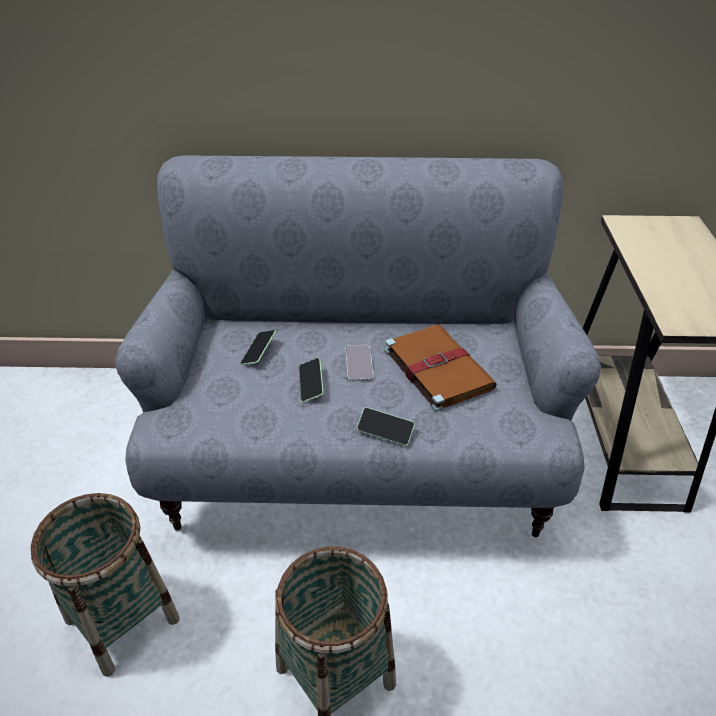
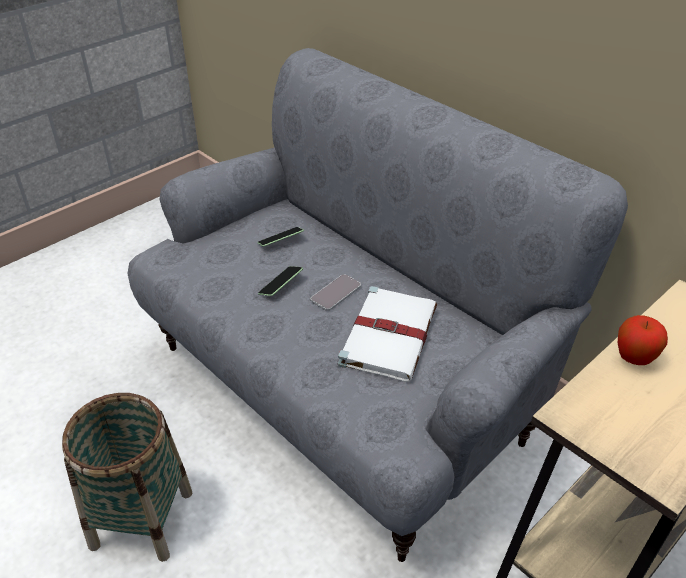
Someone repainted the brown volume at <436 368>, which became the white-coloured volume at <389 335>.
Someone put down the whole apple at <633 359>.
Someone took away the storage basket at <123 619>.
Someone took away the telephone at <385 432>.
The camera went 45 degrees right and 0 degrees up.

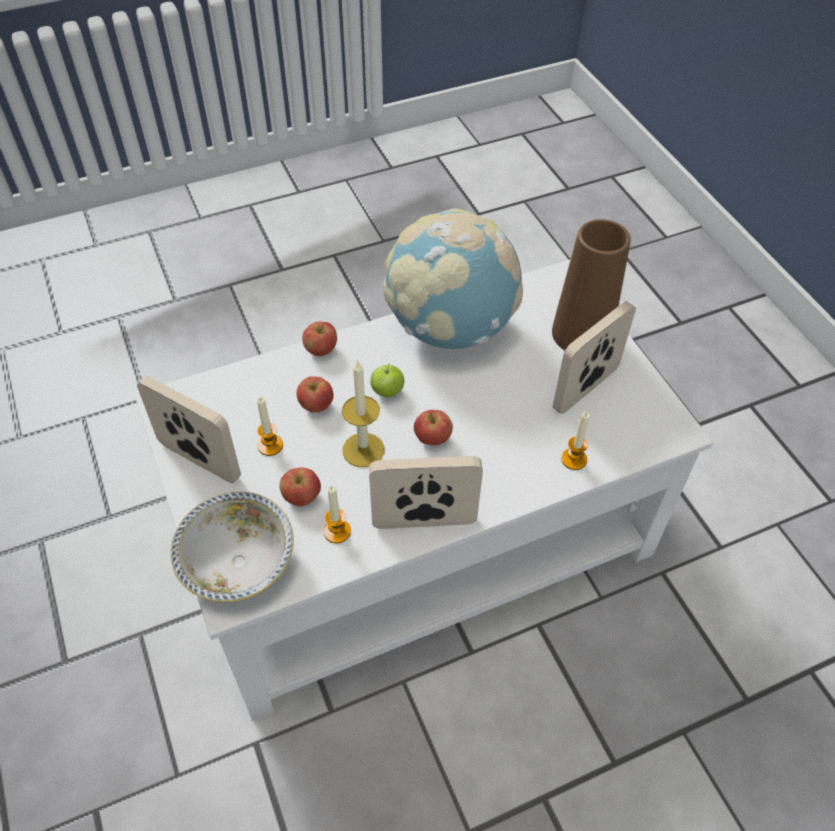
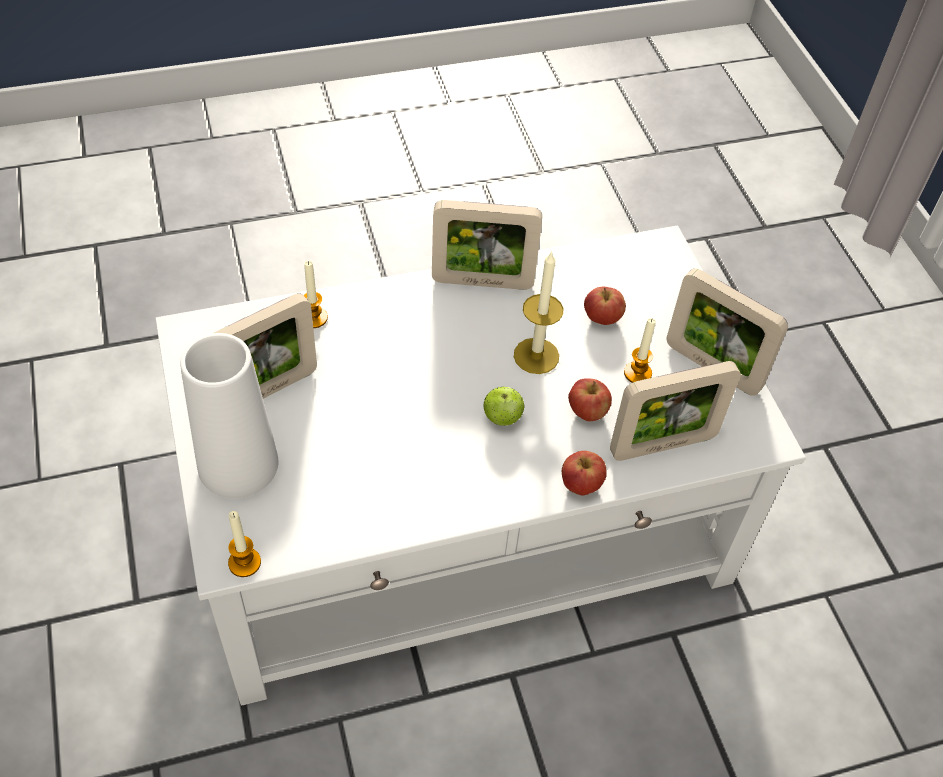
Someone repainted the brown flower vase at <581 333>, which became the white-coloured flower vase at <238 464>.
Someone carried the wax light from <337 531> to <244 563>.
Someone put down the photo frame at <662 445>.
Someone took away the deep dish at <238 563>.
Someone took away the globe at <450 327>.
Someone took away the whole apple at <433 438>.
The camera went 175 degrees left and 0 degrees up.

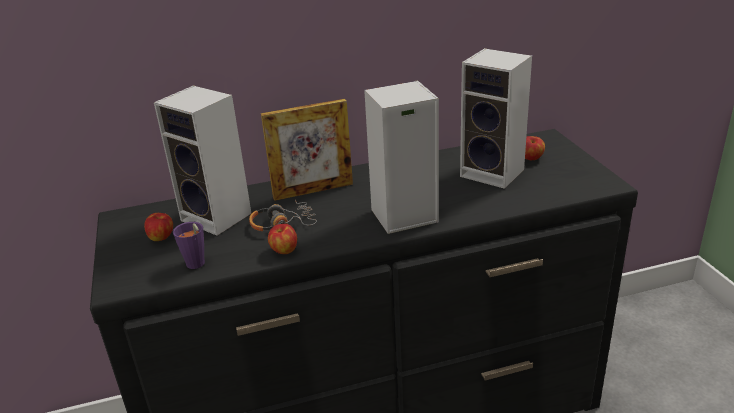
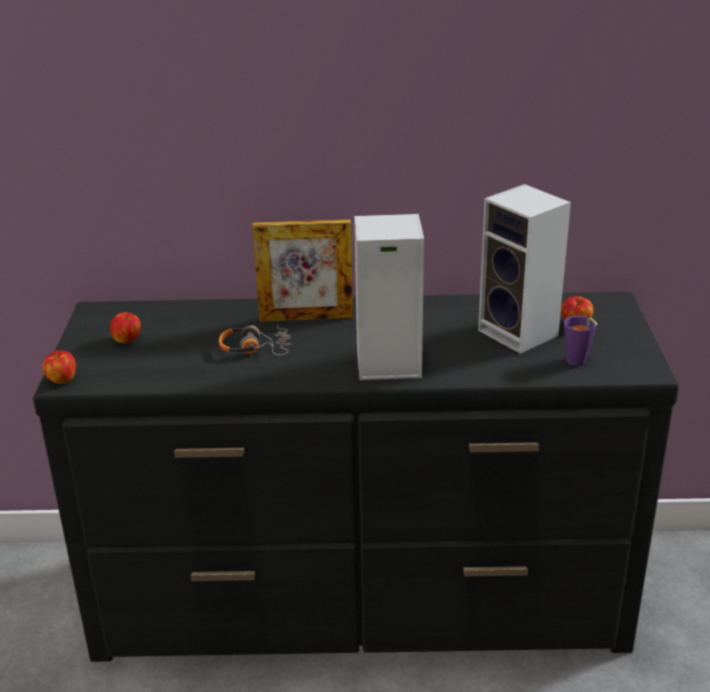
Someone carried the whole apple from <284 251> to <61 380>.
Someone carried the purple-coloured small cup from <196 265> to <577 363>.
Someone took away the loudspeaker at <219 217>.
The camera went 15 degrees right and 0 degrees up.

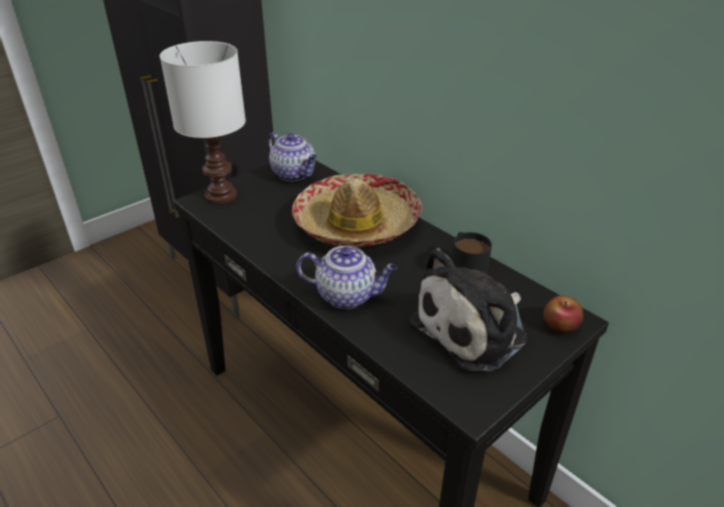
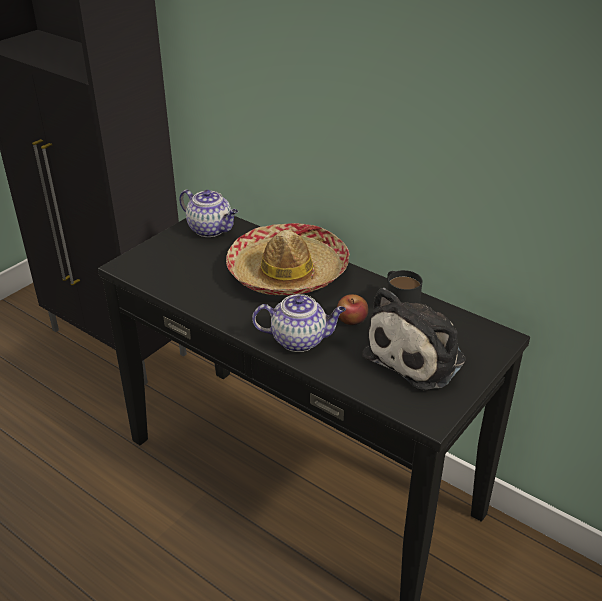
Someone carried the whole apple from <560 325> to <352 319>.
Someone took away the white-coloured tabletop lamp at <220 196>.
The camera went 10 degrees left and 0 degrees up.

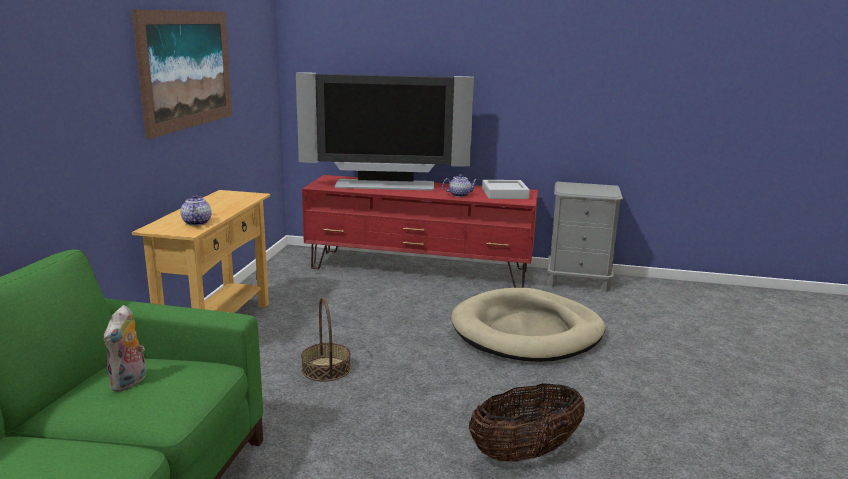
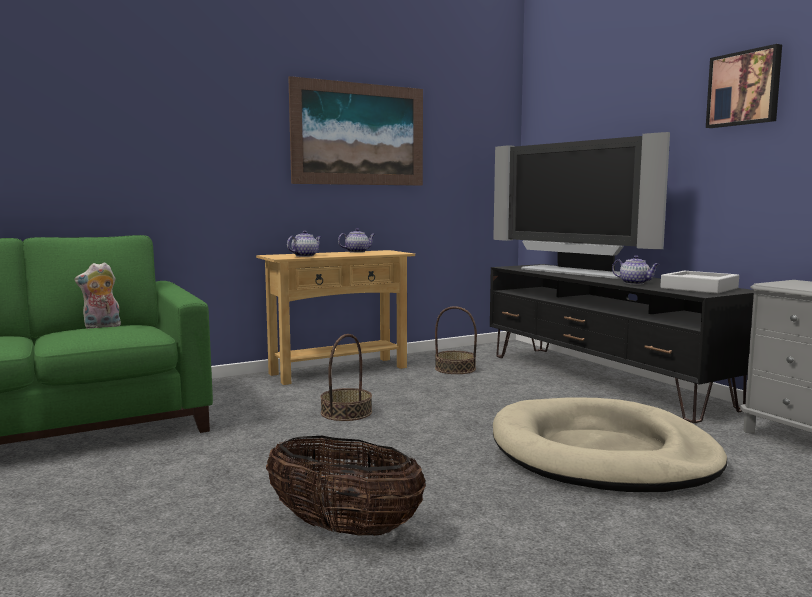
Someone put down the teapot at <357 252>.
Someone put down the storage basket at <455 369>.
Someone repainted the red-coloured tv stand at <420 269>, which became the black tv stand at <603 380>.
Someone put up the picture at <744 88>.
The camera went 50 degrees right and 10 degrees down.

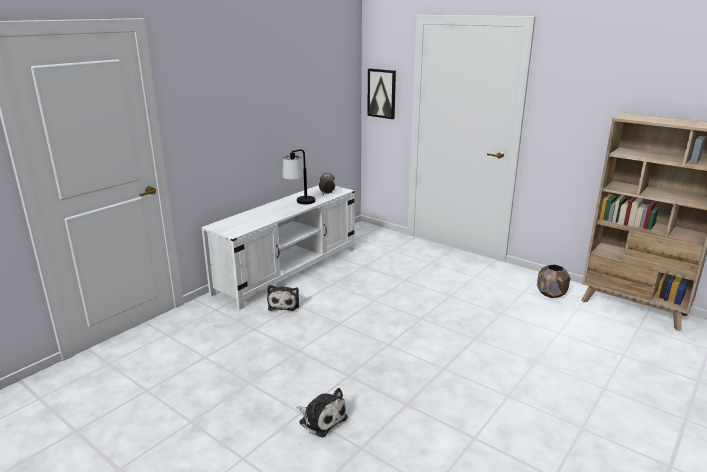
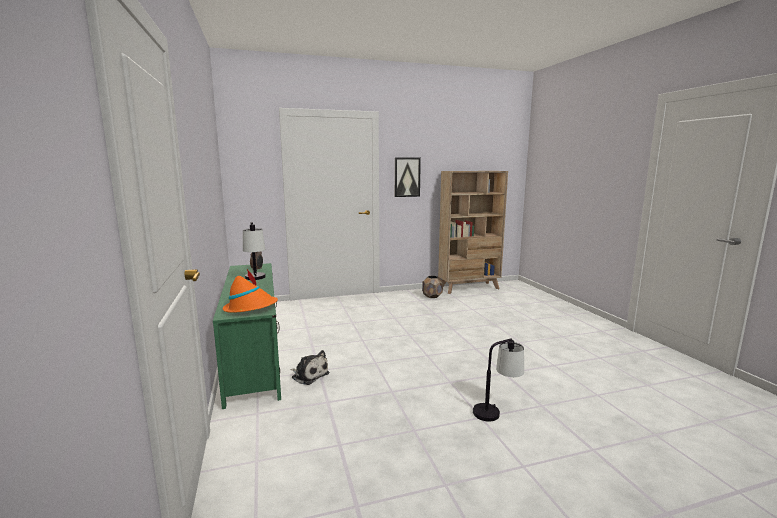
Someone repainted the white-coloured tv stand at <288 270>, which became the green tv stand at <254 356>.
Someone put down the orange-coloured clothing hat at <251 308>.
Someone carried the picture from <382 93> to <407 177>.
Someone swapped the cuddly toy at <321 419> for the tabletop lamp at <496 410>.
The camera went 55 degrees left and 10 degrees down.

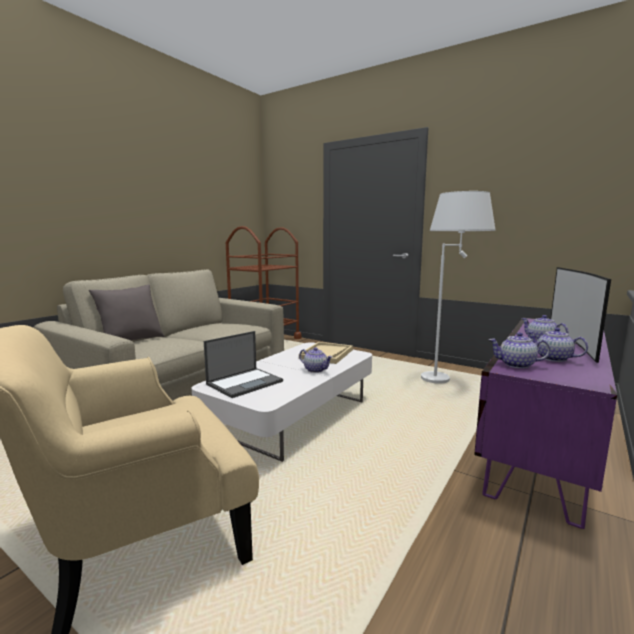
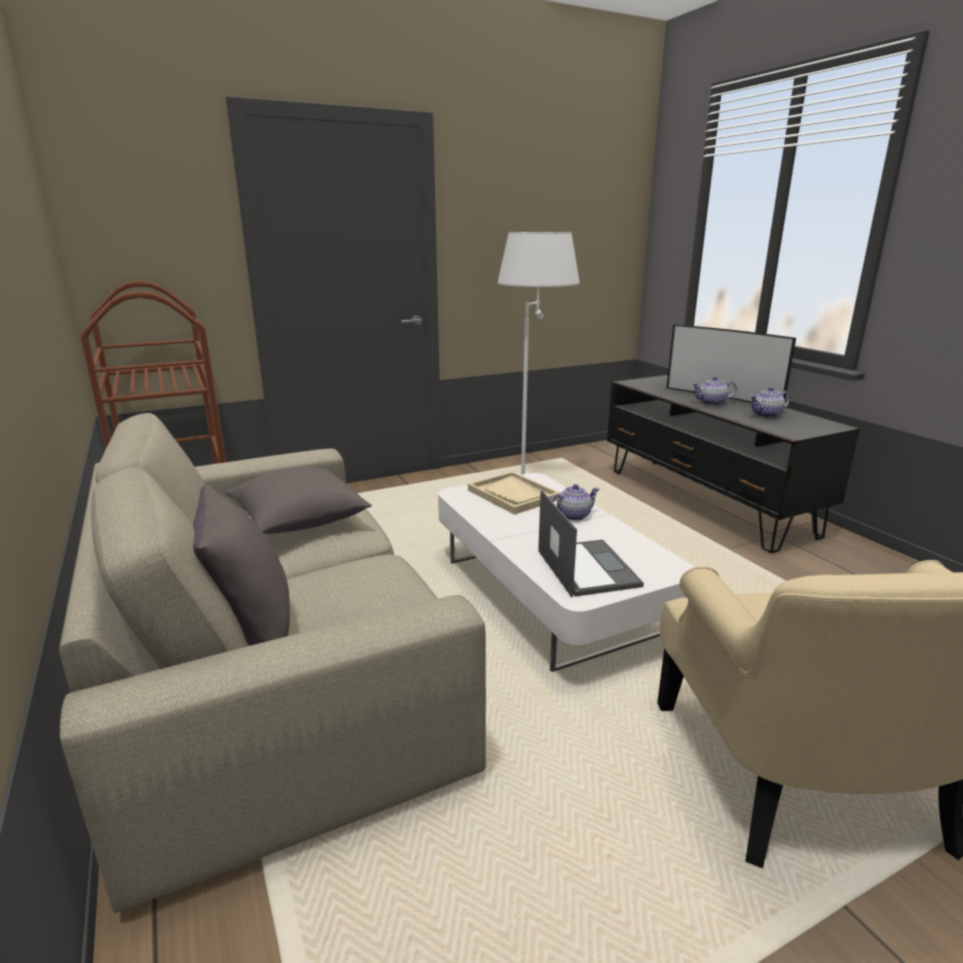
Someone put down the gray throw pillow at <299 521>.
Someone repainted the purple-coloured tv stand at <541 446>, which became the black tv stand at <705 501>.
Someone took away the teapot at <516 365>.
The camera went 60 degrees left and 10 degrees up.

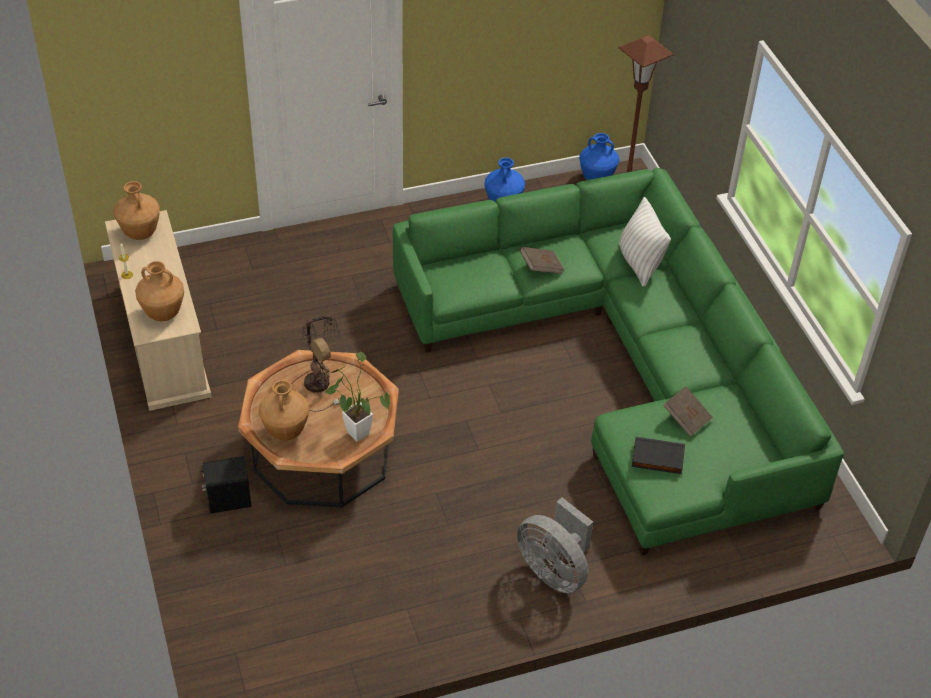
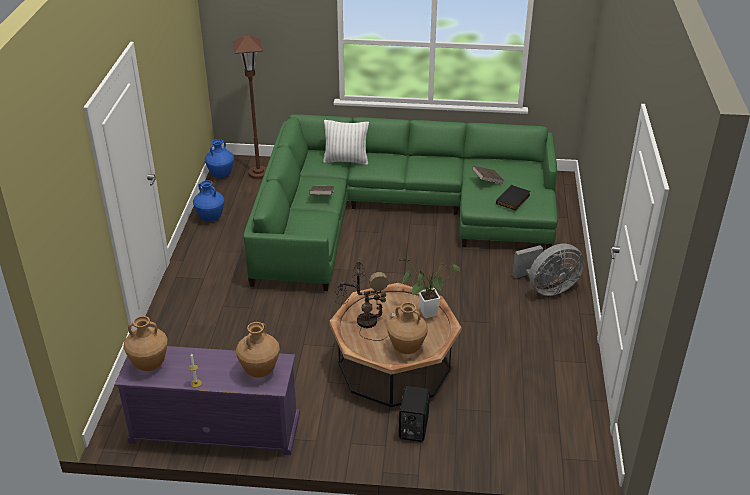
Someone repainted the beige-coloured tv stand at <162 339>, which became the purple-coloured tv stand at <214 429>.
The camera went 65 degrees left and 10 degrees down.

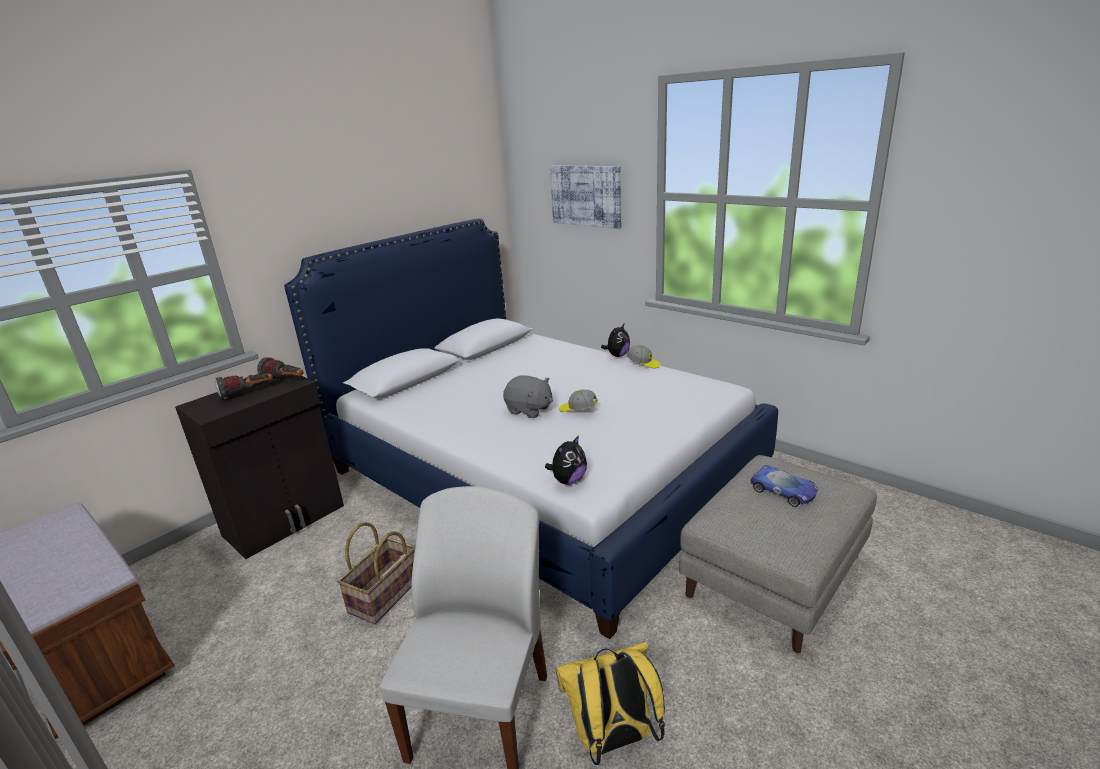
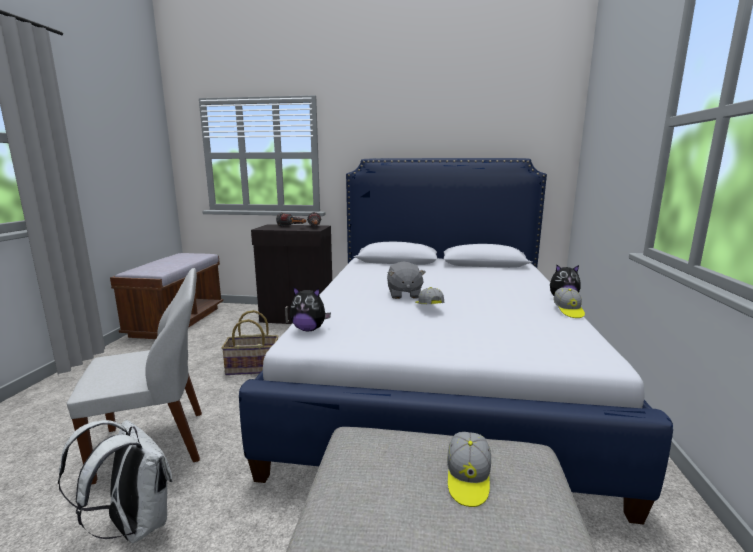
Someone repainted the yellow-coloured knapsack at <612 740>, which became the white-coloured knapsack at <134 525>.
Someone swapped the miniature car at <784 491> for the cap at <468 479>.
Someone took away the picture at <586 195>.
The camera went 55 degrees right and 10 degrees down.

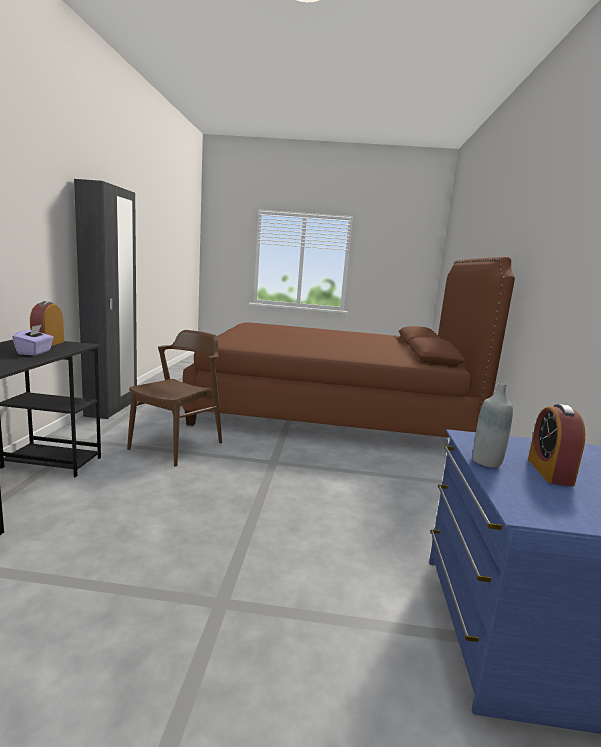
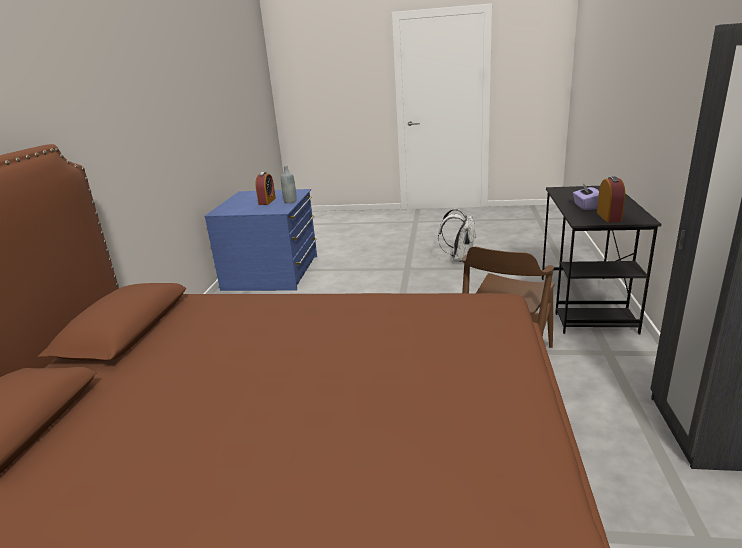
Someone put down the white-coloured knapsack at <460 259>.
The camera went 175 degrees left and 10 degrees up.

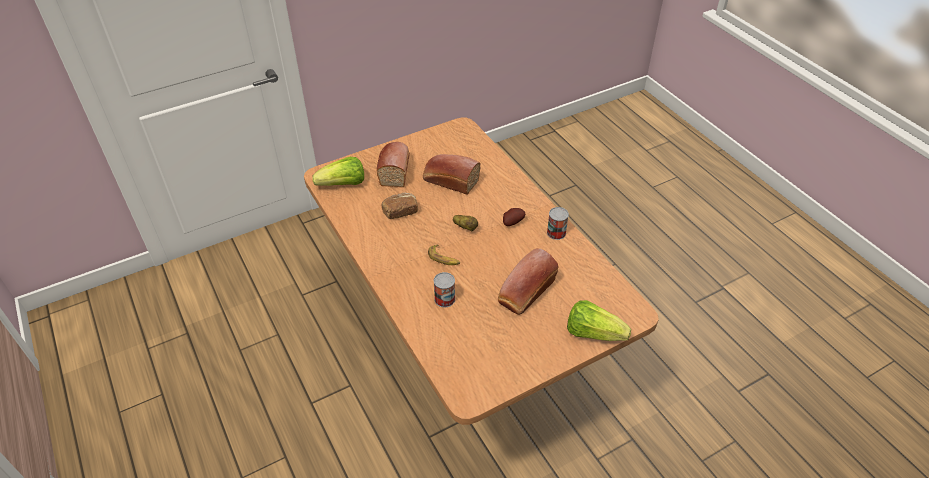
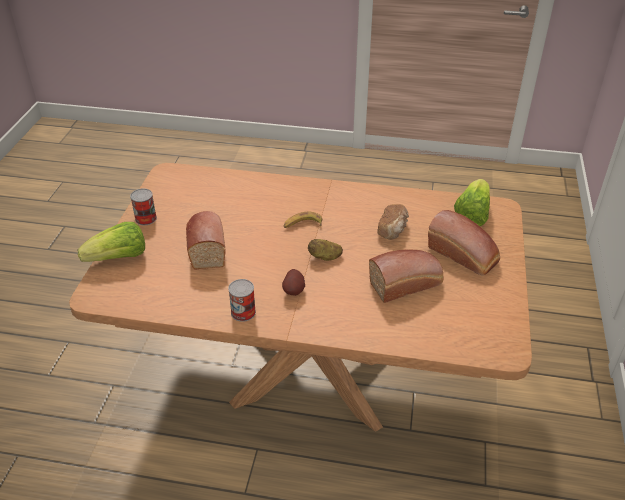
Someone carried the sealed can from <444 299> to <146 218>.
The camera went 130 degrees right and 5 degrees down.

